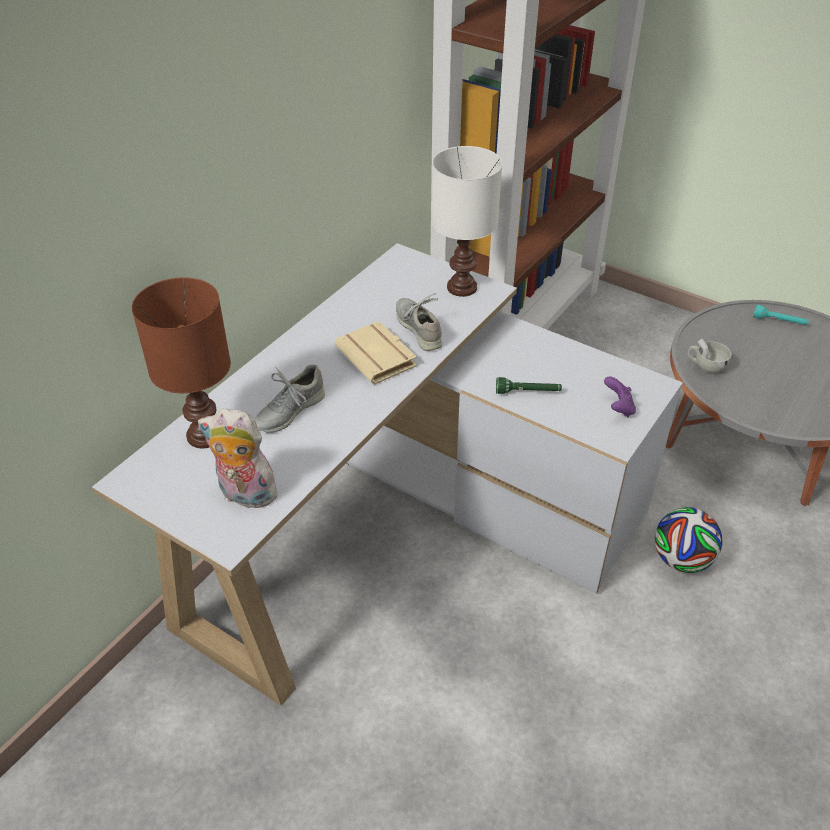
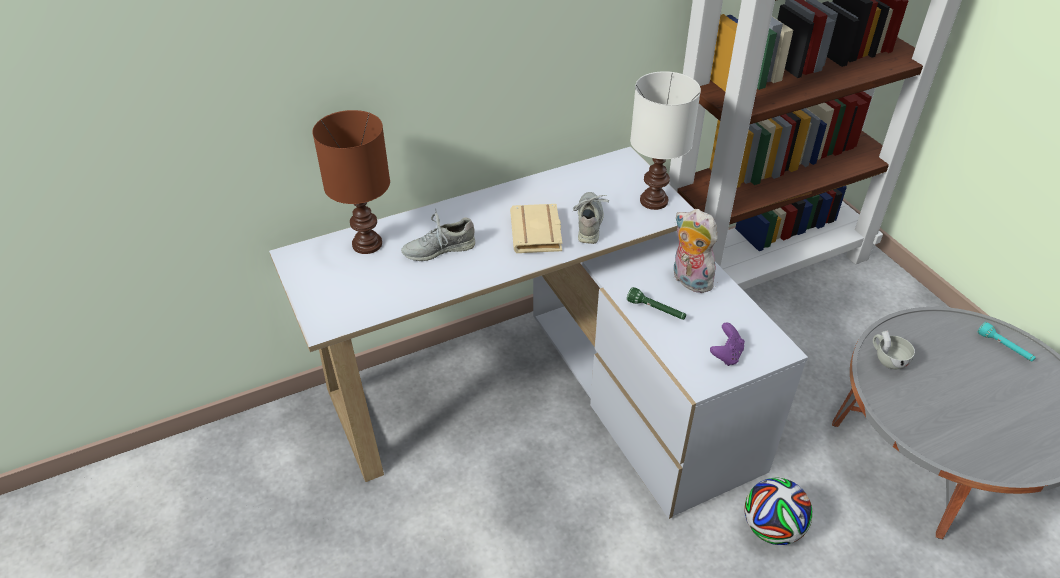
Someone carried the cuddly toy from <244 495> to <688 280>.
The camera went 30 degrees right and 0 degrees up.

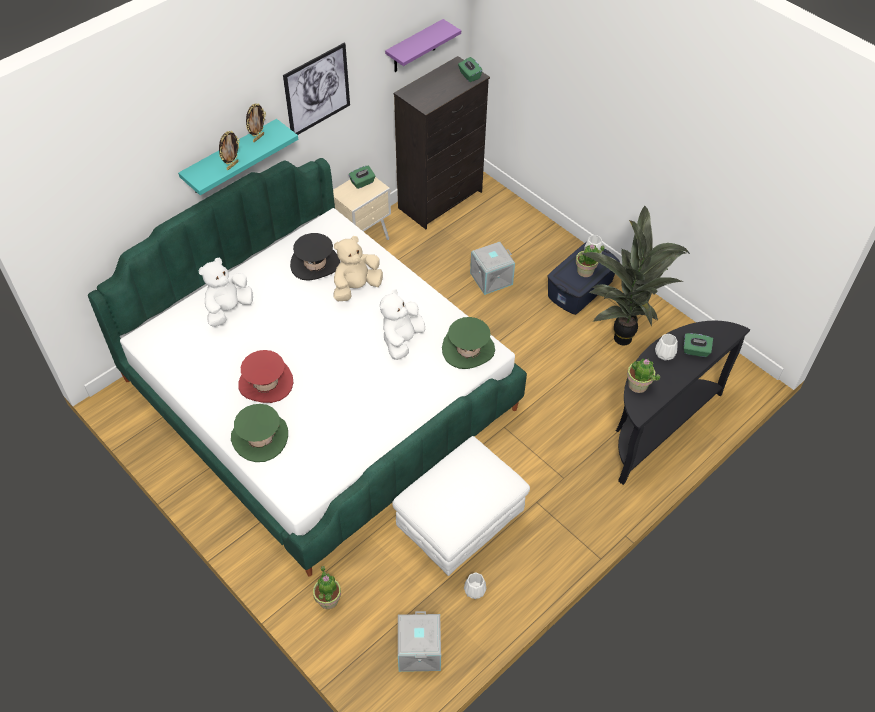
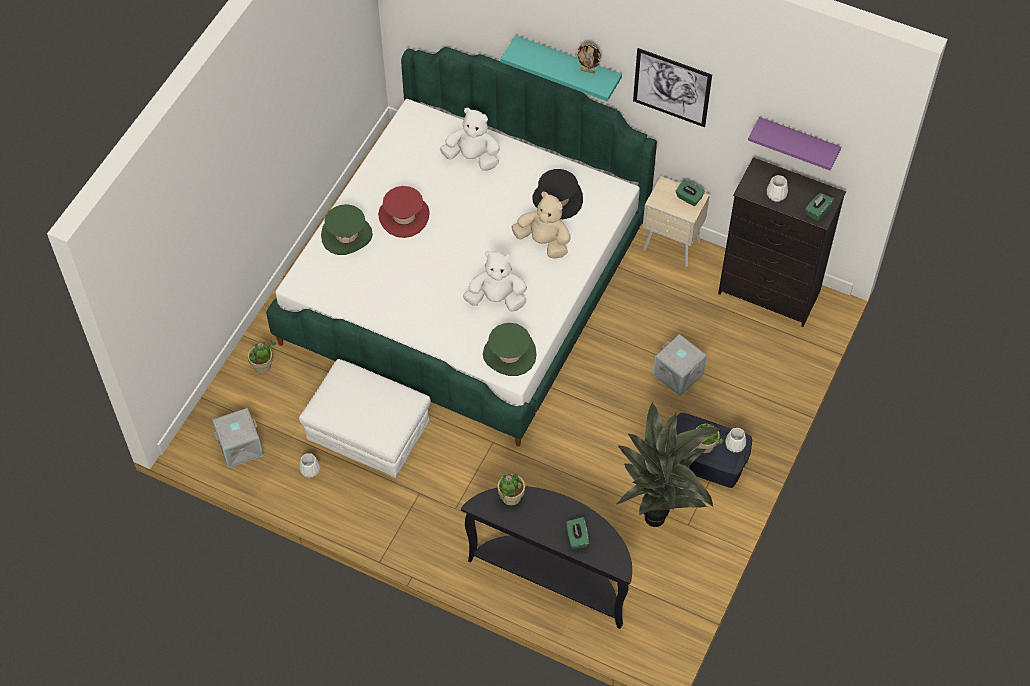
Someone carried the white-coloured flower vase from <665 353> to <776 195>.
Someone took away the photo frame at <232 165>.
The camera went 70 degrees right and 5 degrees up.

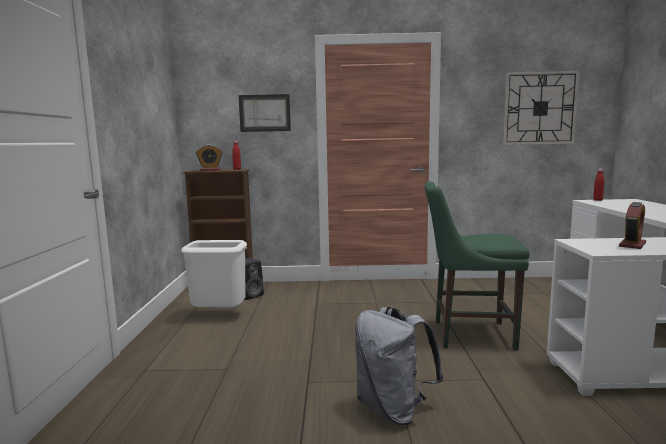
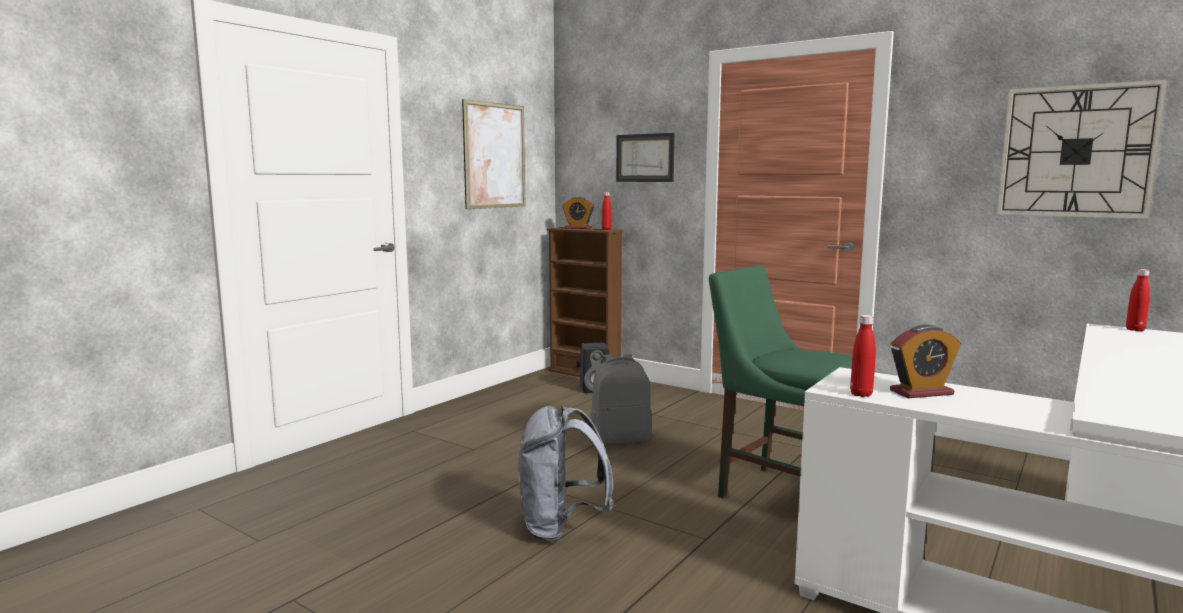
Someone put up the picture at <495 156>.
Someone put down the gray knapsack at <620 438>.
Someone put down the red-coloured beverage bottle at <861 394>.
Someone took away the white-coloured rubbish bin at <220 316>.
The camera went 35 degrees right and 0 degrees up.

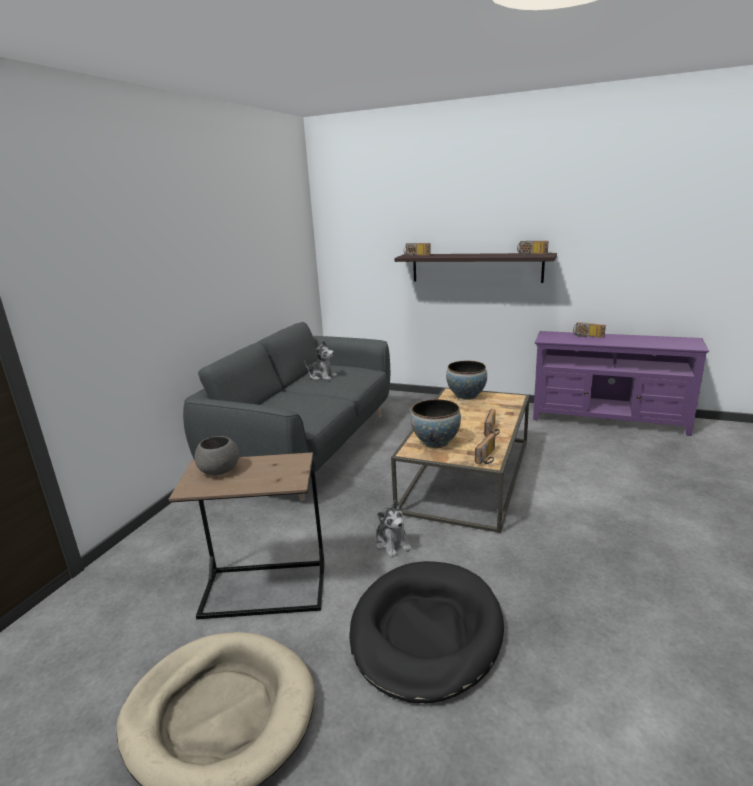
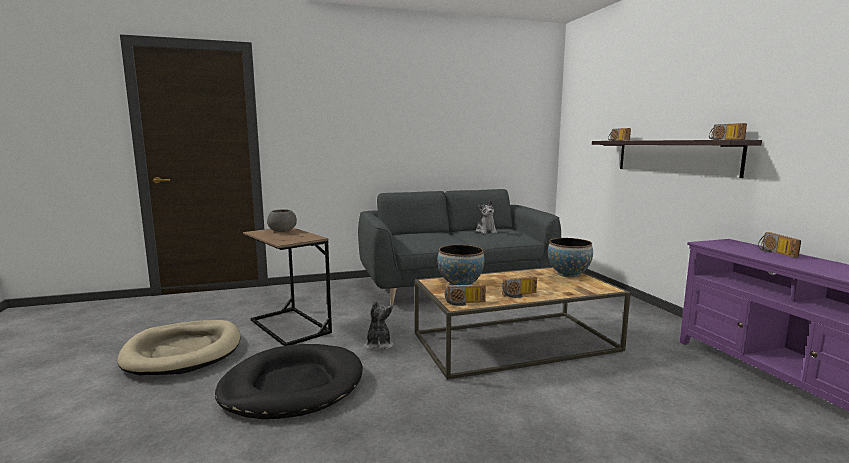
Someone rotated the cuddly toy at <392 543> by 150 degrees clockwise.
The camera went 50 degrees right and 10 degrees down.

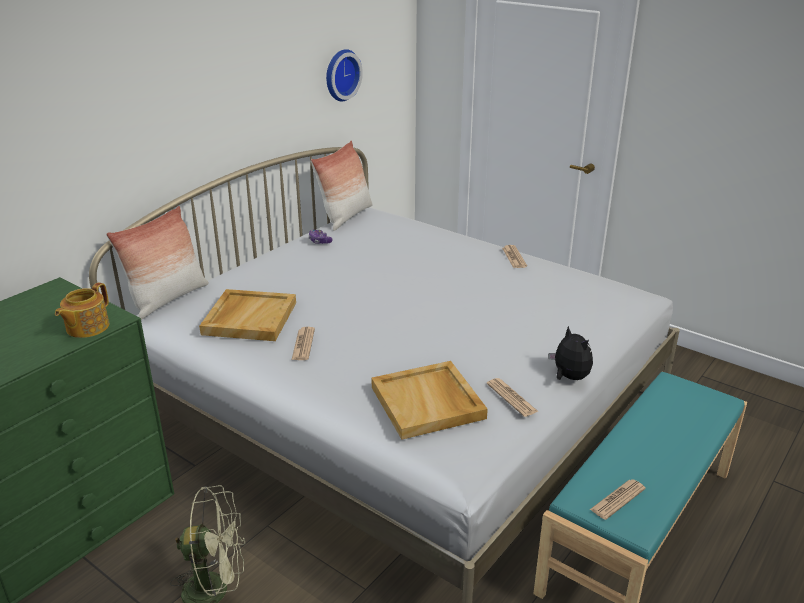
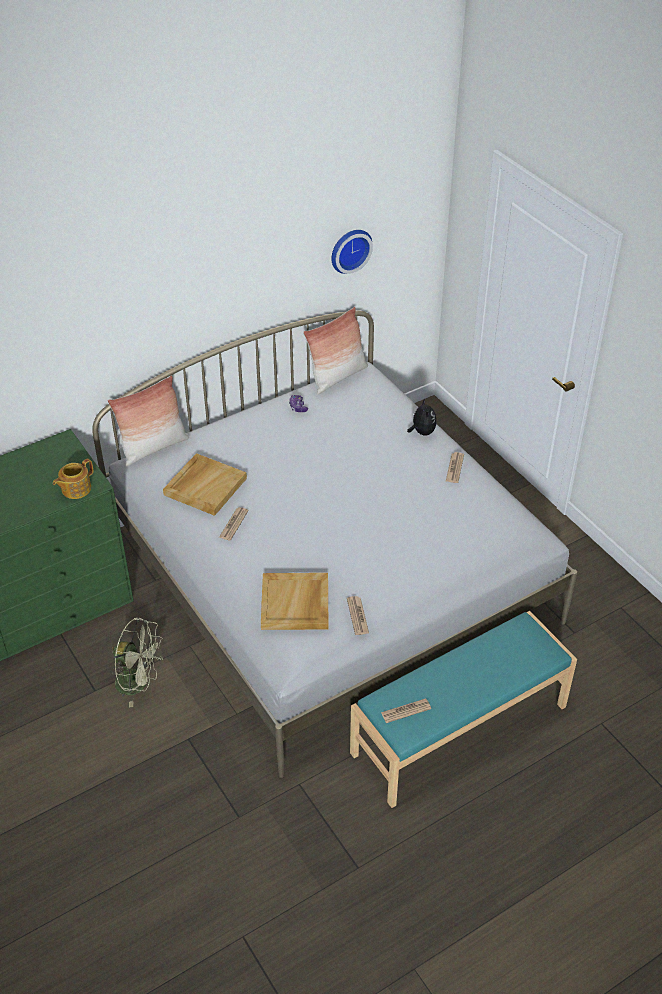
Someone carried the cuddly toy from <569 377> to <422 432>.
The camera went 20 degrees right and 15 degrees up.

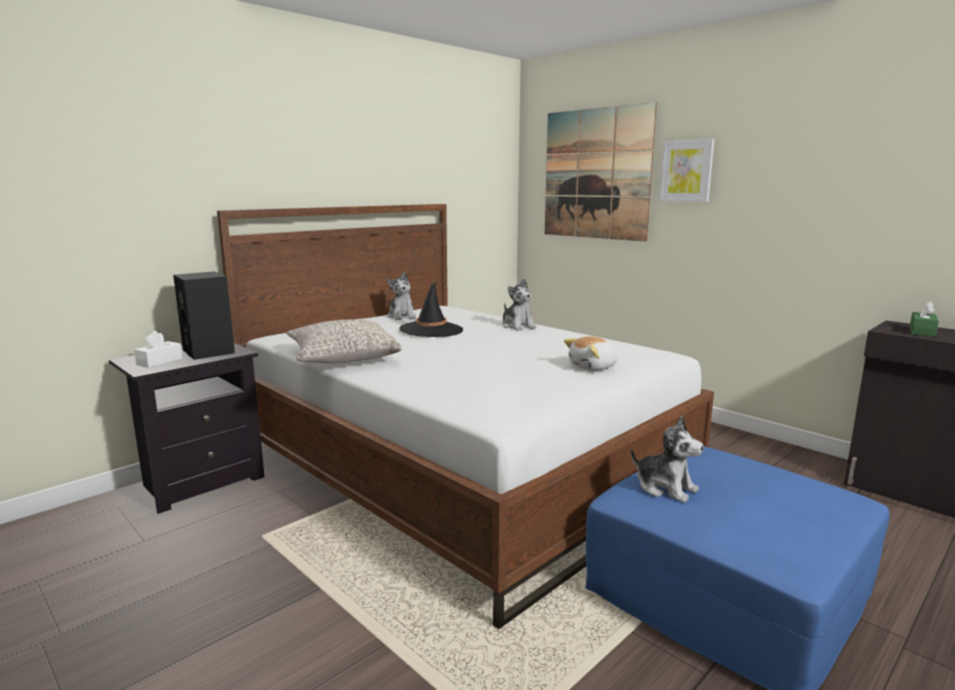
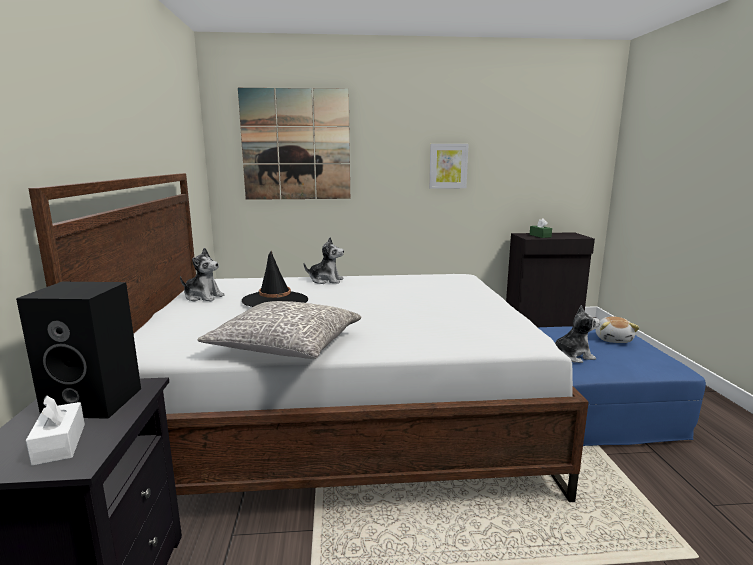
Someone carried the picture from <686 171> to <448 166>.
Someone carried the cuddly toy from <593 367> to <613 339>.
The camera went 50 degrees left and 0 degrees up.

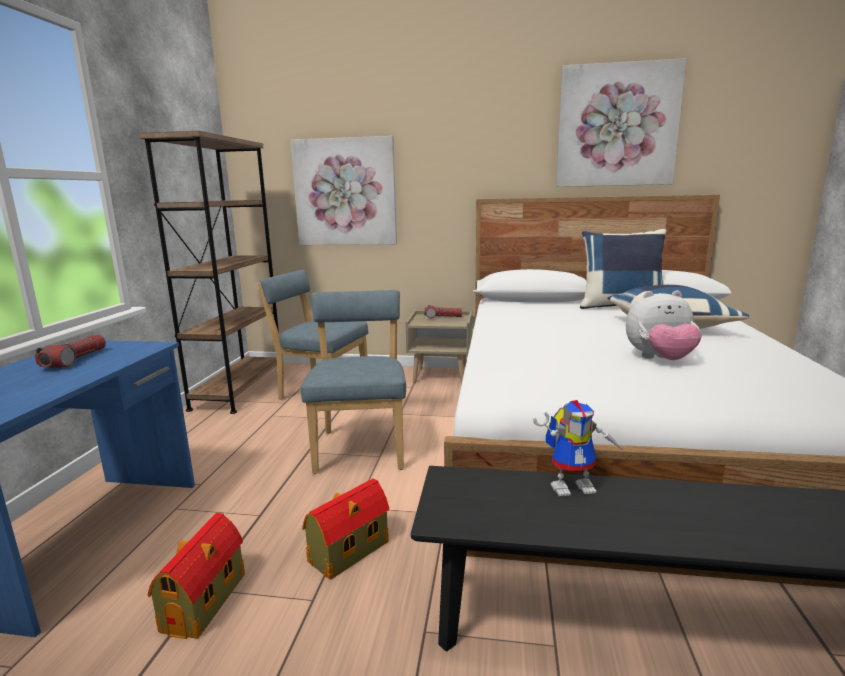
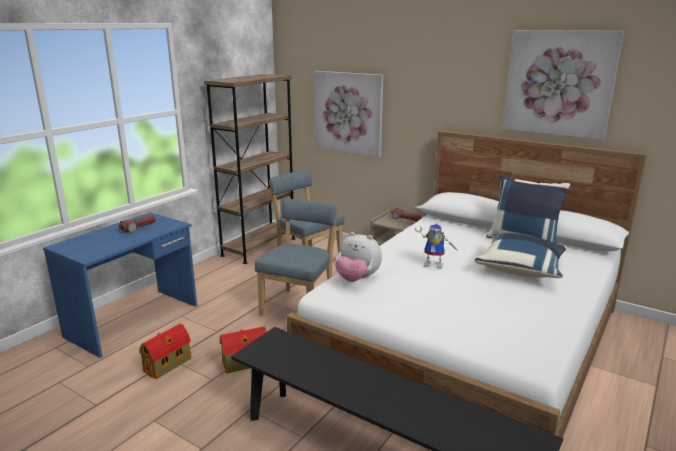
Someone carried the cuddly toy from <659 360> to <357 279>.
Someone carried the robot figure from <573 485> to <435 264>.
The camera went 25 degrees right and 5 degrees up.

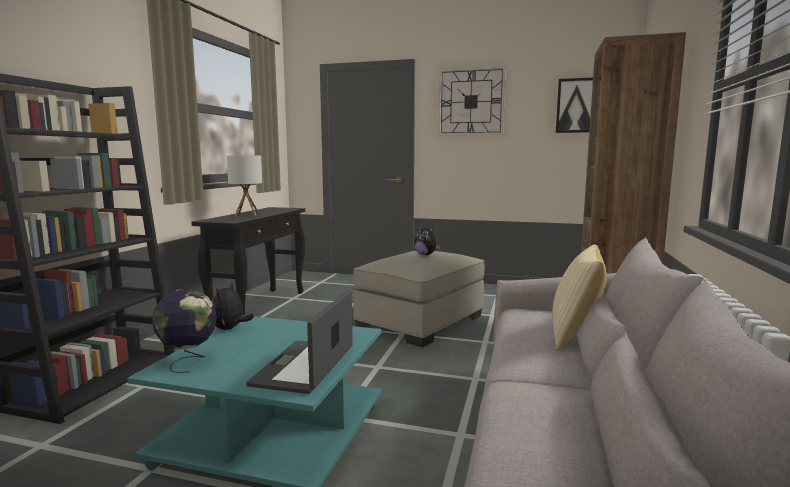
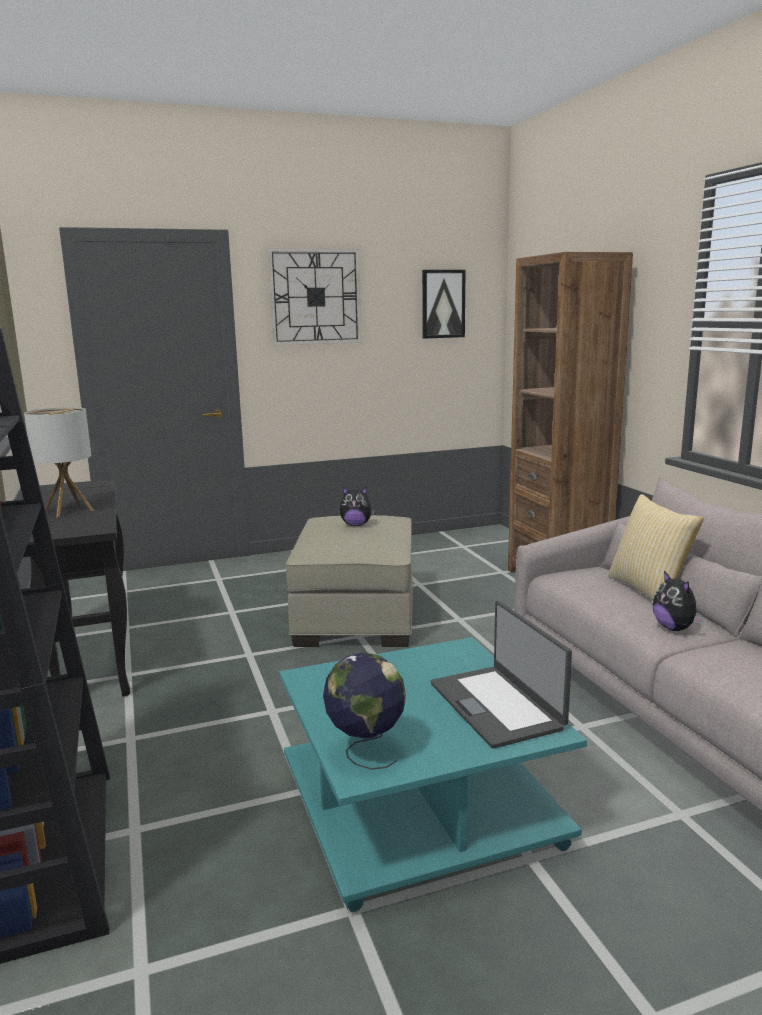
Someone carried the cuddly toy from <230 329> to <674 628>.
The camera went 35 degrees left and 5 degrees up.

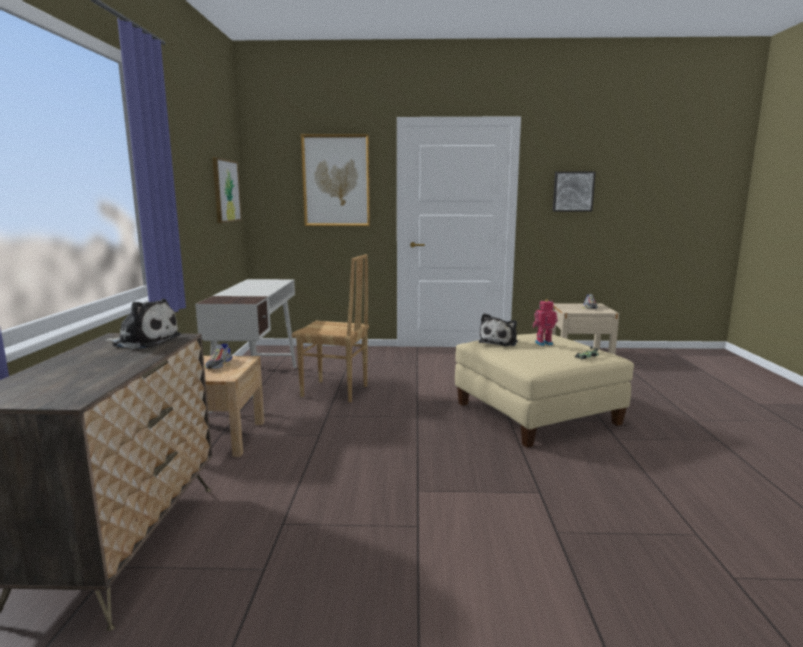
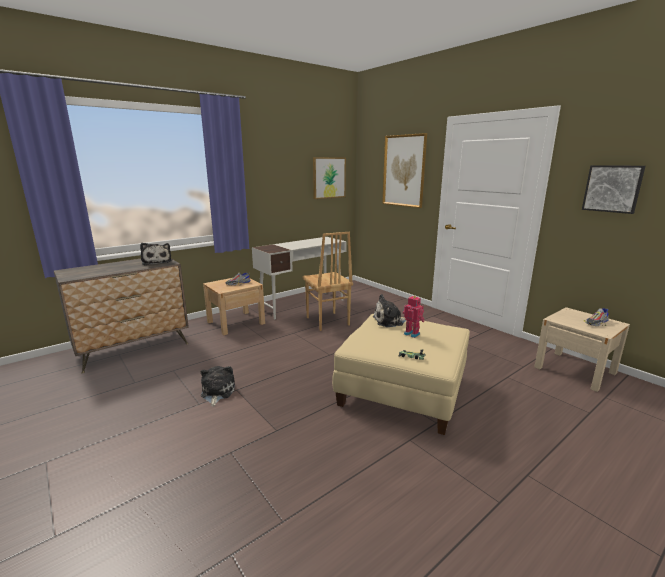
Someone put down the cuddly toy at <217 392>.
The camera went 50 degrees right and 5 degrees up.

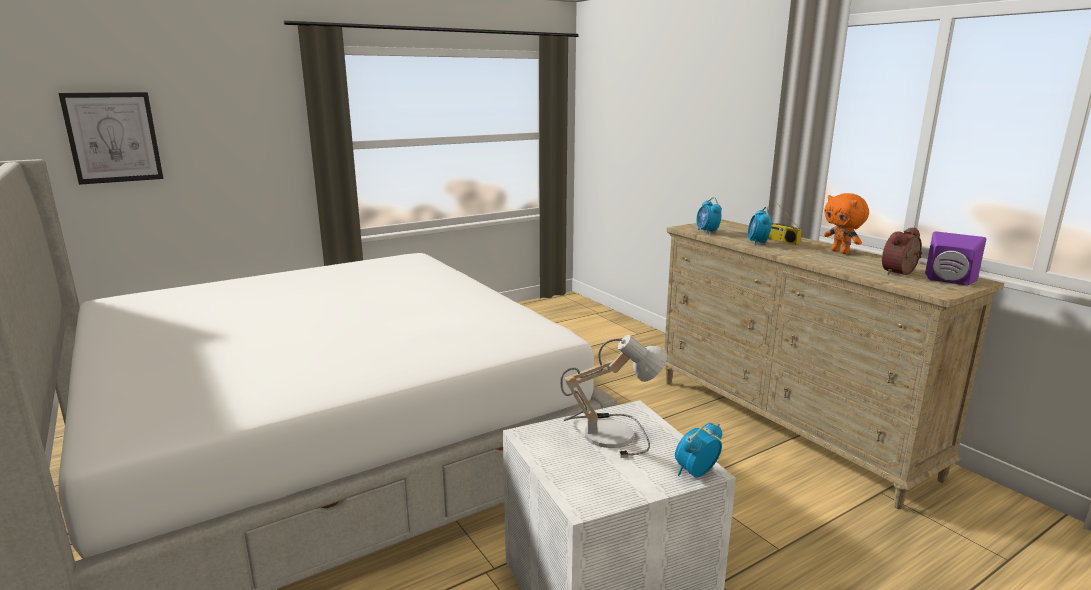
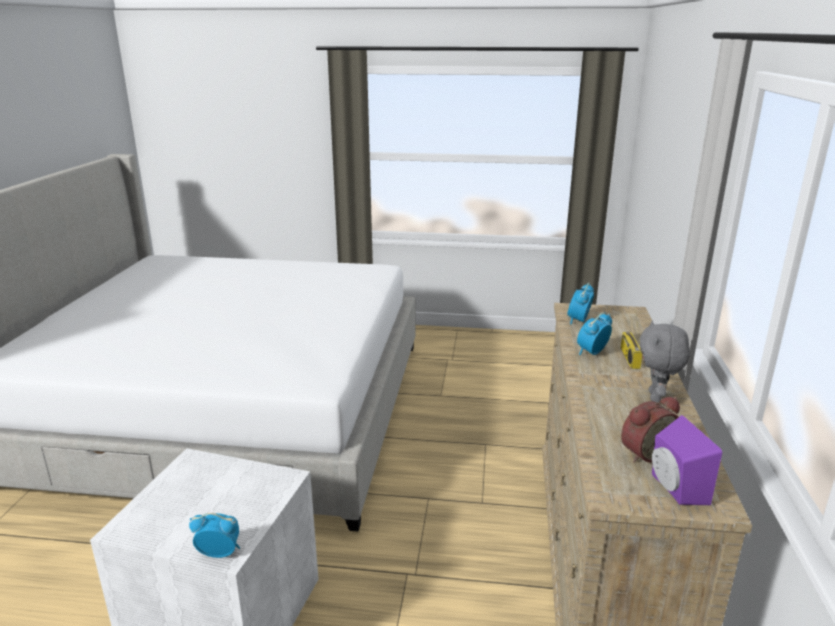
Someone rotated the alarm clock at <901 273> by 150 degrees clockwise.
Someone repainted the orange-coloured cuddly toy at <841 252>, which became the gray cuddly toy at <656 397>.
Someone took away the picture at <113 137>.
Someone took away the tabletop lamp at <611 432>.
The camera went 40 degrees right and 5 degrees up.

